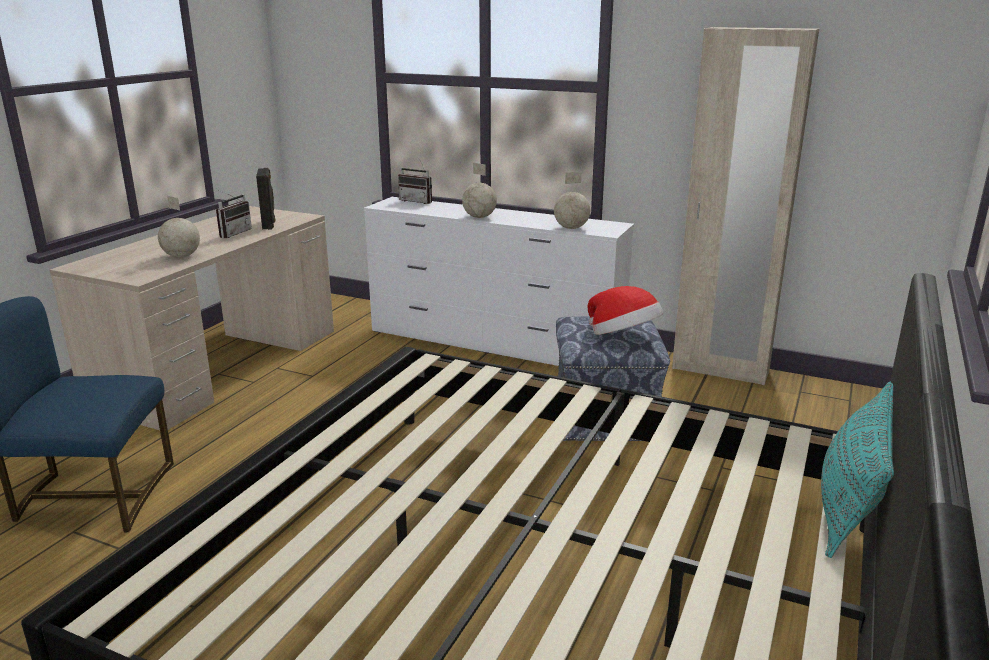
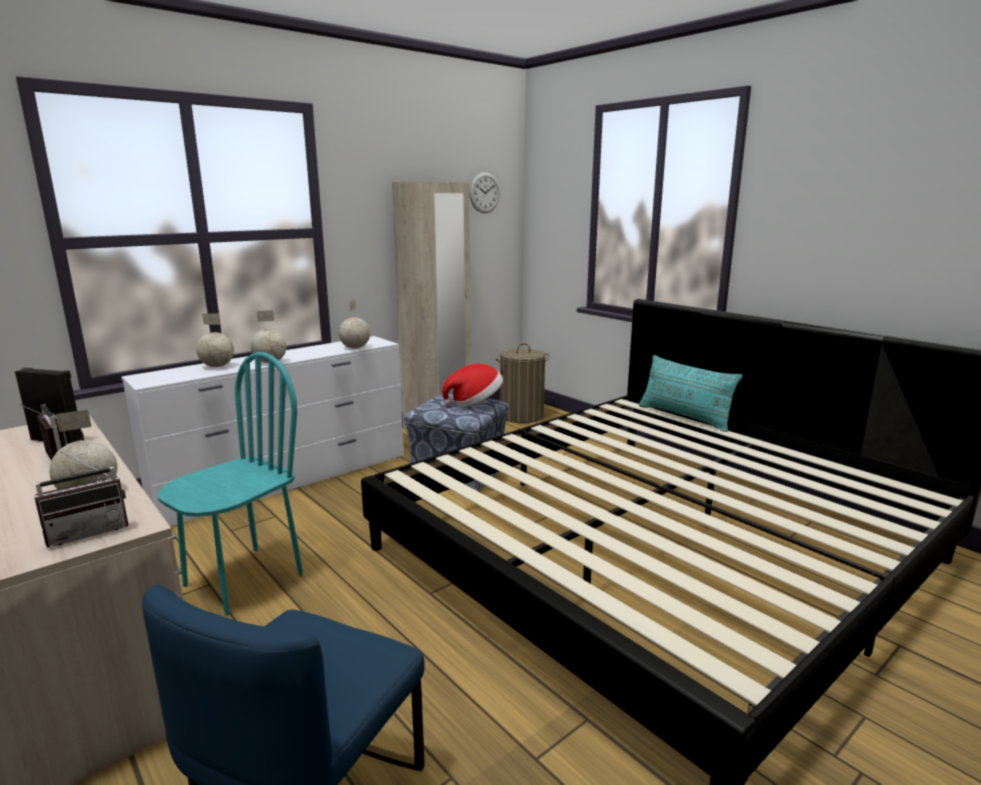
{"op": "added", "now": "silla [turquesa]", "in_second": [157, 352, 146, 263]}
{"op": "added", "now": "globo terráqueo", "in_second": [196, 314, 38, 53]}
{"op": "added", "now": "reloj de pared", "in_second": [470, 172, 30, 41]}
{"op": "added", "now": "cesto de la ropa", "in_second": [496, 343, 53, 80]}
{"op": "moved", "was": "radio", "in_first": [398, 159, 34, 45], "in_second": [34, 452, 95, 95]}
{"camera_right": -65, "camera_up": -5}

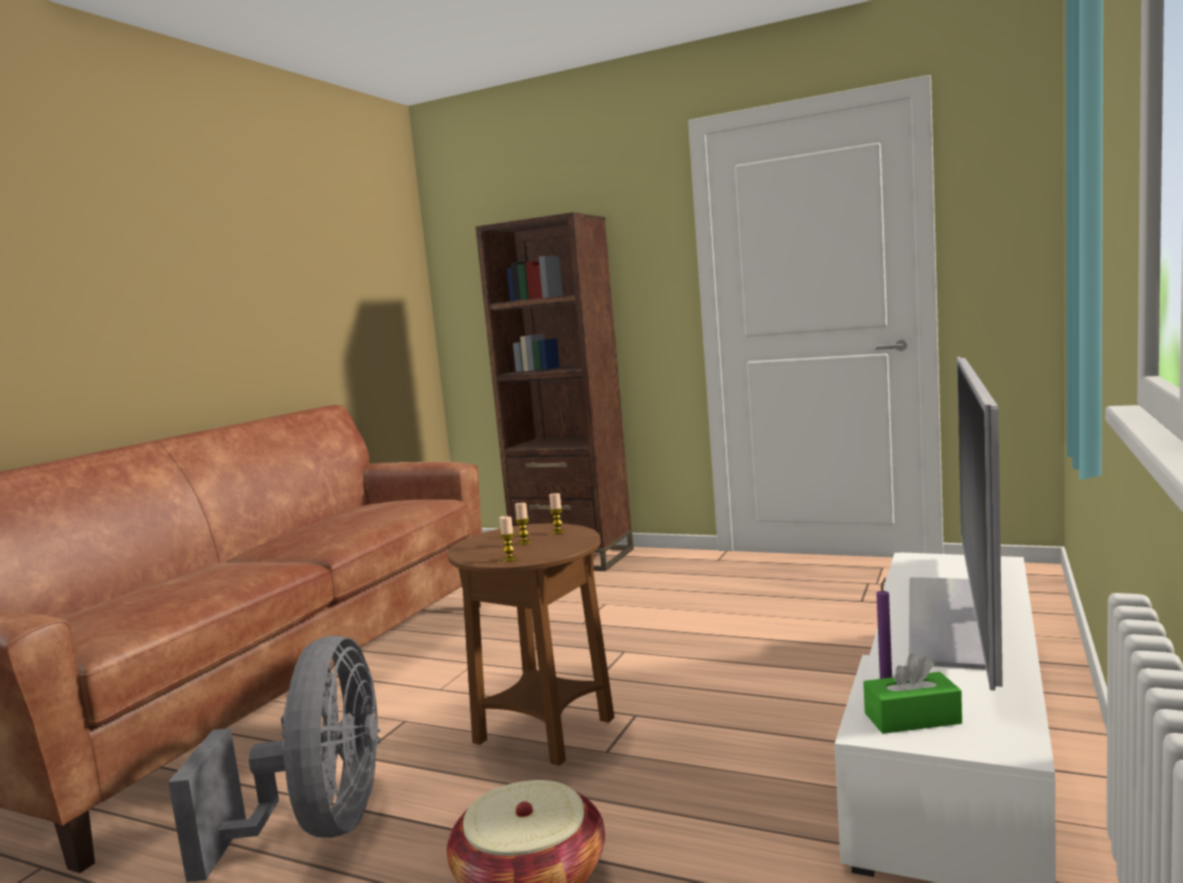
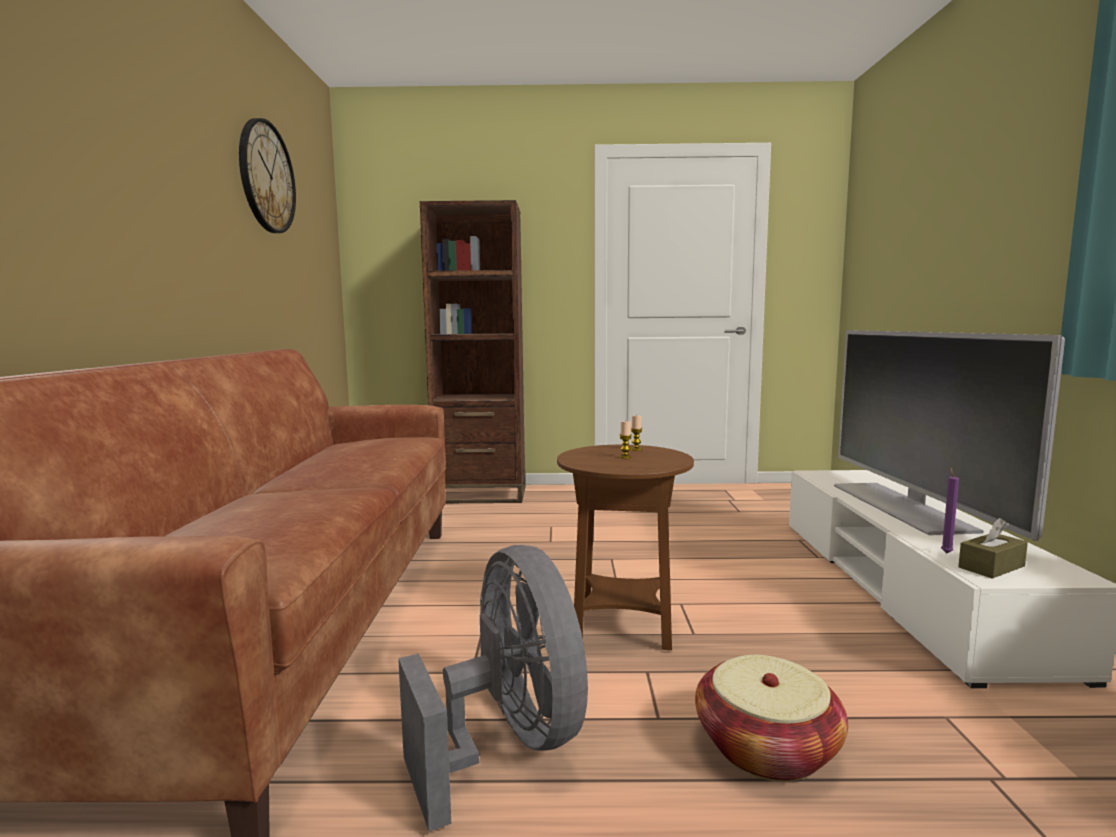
{"op": "removed", "was": "vela", "in_first": [500, 516, 17, 46]}
{"op": "added", "now": "reloj de pared", "in_second": [239, 118, 57, 115]}
{"op": "recoloured", "was": "caja de pañuelos [verde]", "now": "caja de pañuelos [marrón]", "in_first": [863, 654, 99, 80], "in_second": [958, 518, 70, 61]}
{"camera_right": -25, "camera_up": 0}

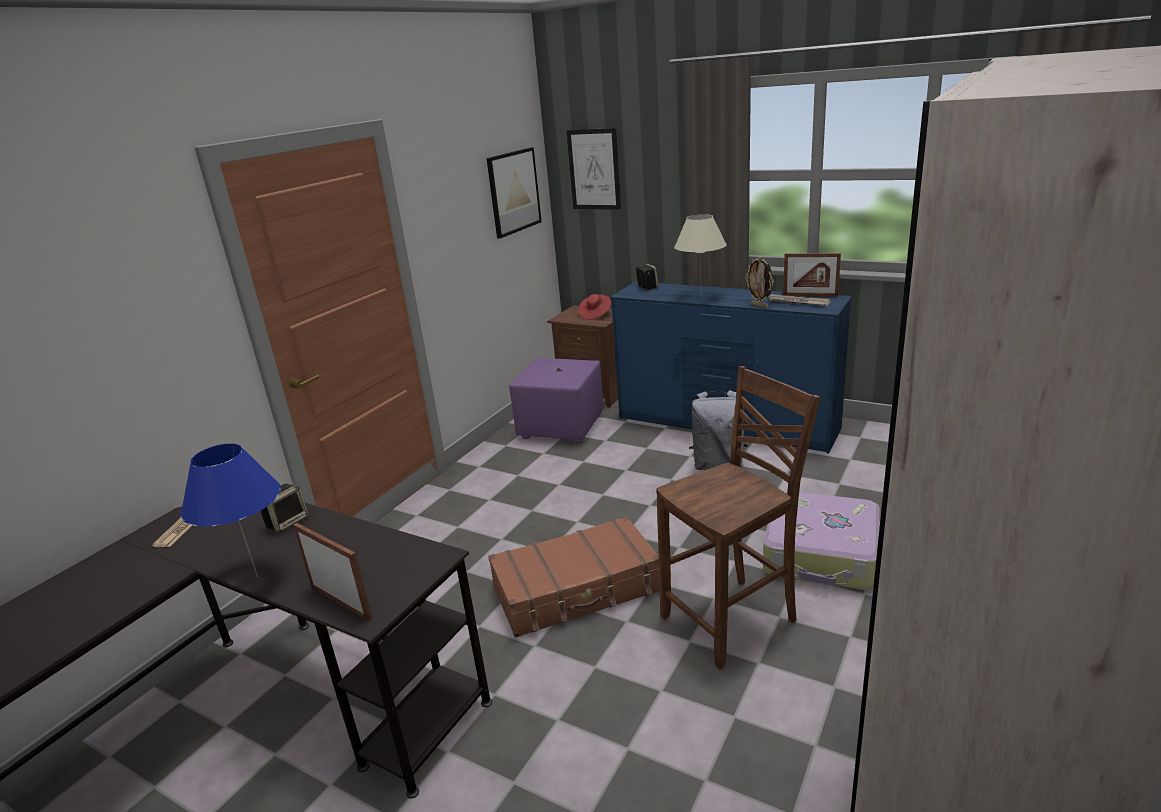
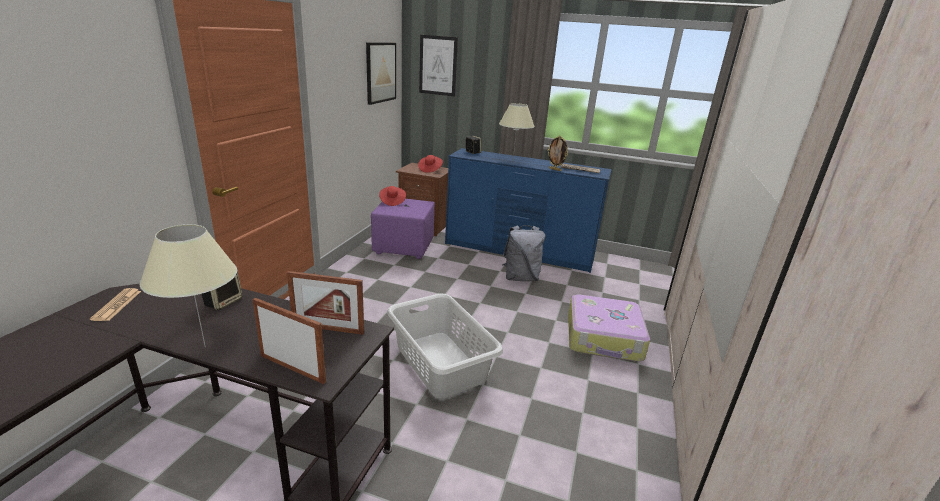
{"op": "removed", "was": "silla [marrón]", "in_first": [656, 366, 164, 303]}
{"op": "added", "now": "sombrero [rojo]", "in_second": [379, 186, 27, 20]}
{"op": "moved", "was": "portarretratos", "in_first": [783, 253, 58, 44], "in_second": [287, 271, 77, 64]}
{"op": "replaced", "was": "maleta [marrón]", "now": "cesto de la ropa [gris]", "in_first": [488, 516, 172, 122], "in_second": [387, 293, 116, 105]}
{"op": "recoloured", "was": "lámpara de mesa [azul]", "now": "lámpara de mesa [beis]", "in_first": [181, 443, 100, 134], "in_second": [140, 224, 97, 124]}
{"camera_right": -15, "camera_up": 0}

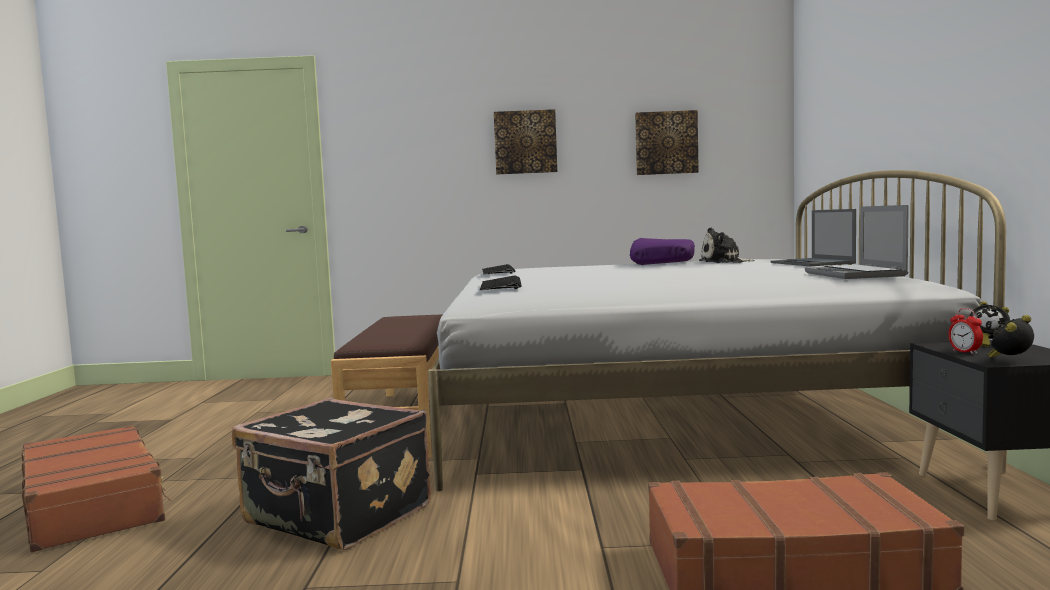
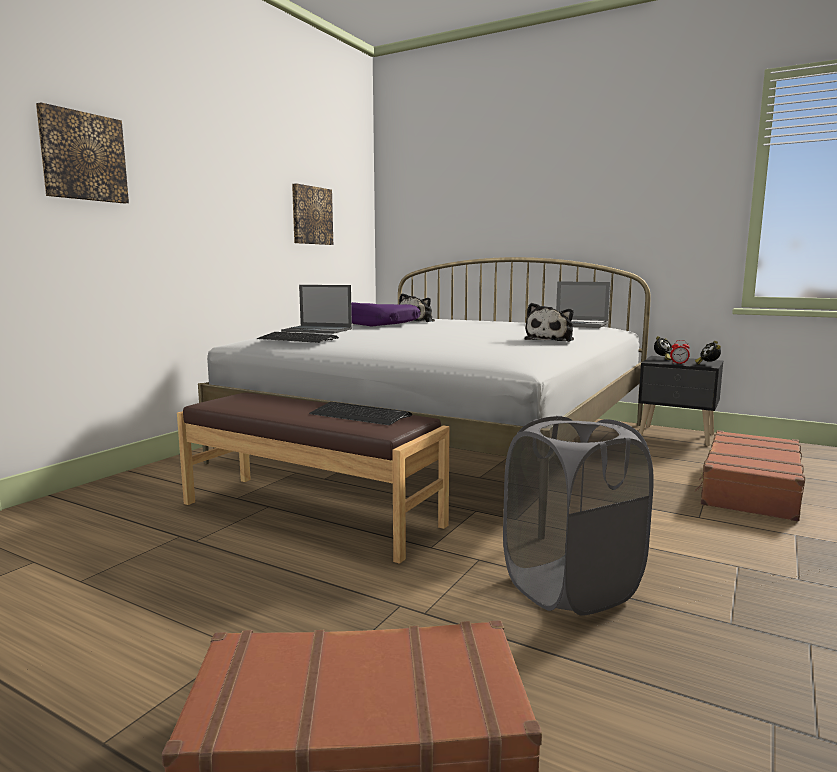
{"op": "added", "now": "peluche", "in_second": [524, 303, 50, 39]}
{"op": "moved", "was": "teclado", "in_first": [480, 276, 42, 14], "in_second": [310, 402, 102, 23]}
{"op": "moved", "was": "cuadro", "in_first": [494, 109, 63, 65], "in_second": [36, 102, 93, 102]}
{"op": "moved", "was": "portátil", "in_first": [771, 209, 85, 57], "in_second": [281, 285, 71, 48]}
{"op": "replaced", "was": "maleta [negro]", "now": "cesto de la ropa [gris]", "in_first": [232, 398, 199, 152], "in_second": [503, 416, 151, 199]}
{"camera_right": -60, "camera_up": 5}

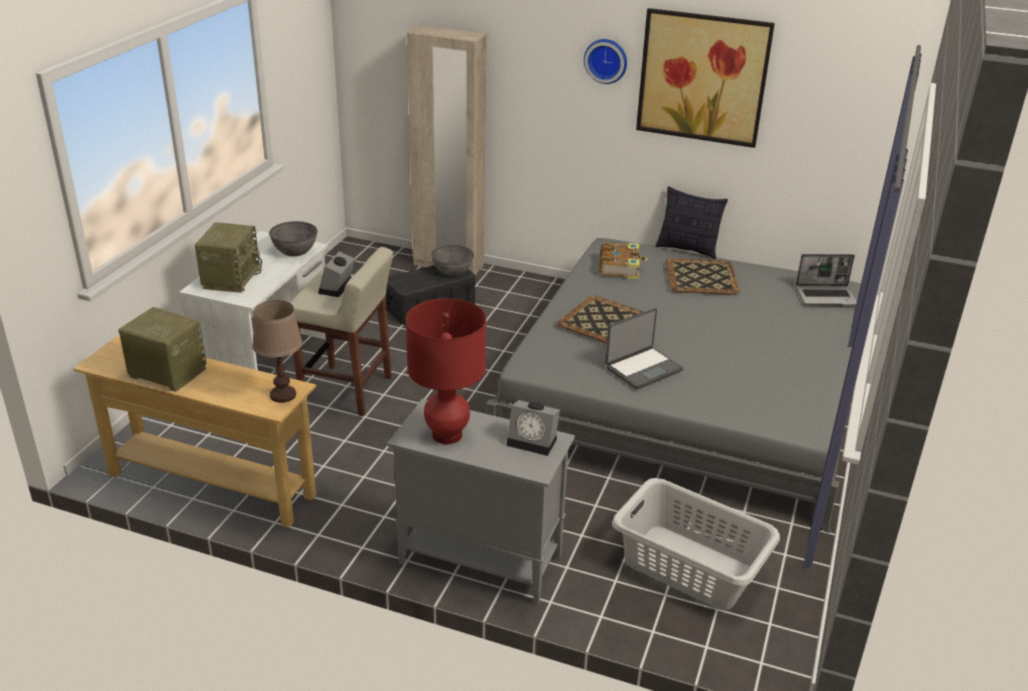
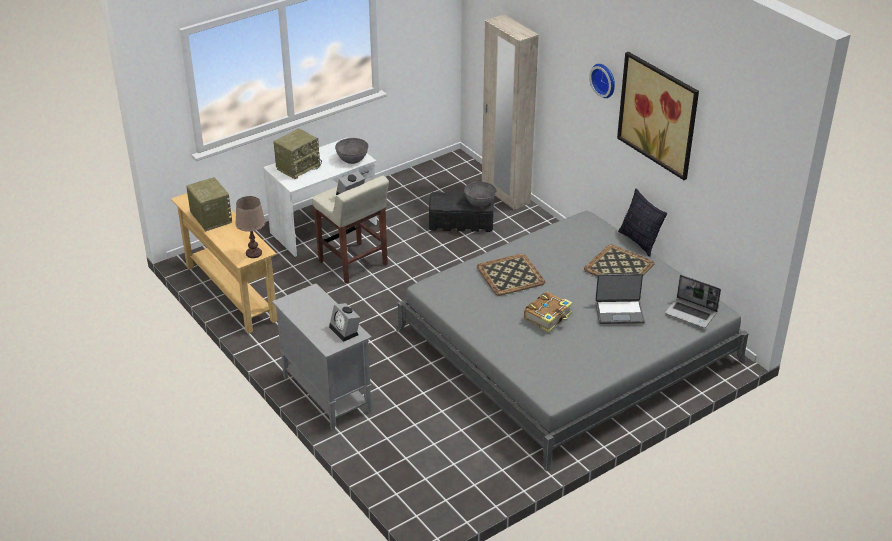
{"op": "removed", "was": "lámpara de mesa [rojo]", "in_first": [406, 298, 80, 146]}
{"op": "removed", "was": "cesto de la ropa [gris]", "in_first": [612, 478, 168, 132]}
{"op": "moved", "was": "libro", "in_first": [599, 242, 49, 37], "in_second": [524, 292, 49, 40]}
{"op": "moved", "was": "portátil", "in_first": [605, 308, 78, 82], "in_second": [595, 274, 50, 50]}
{"camera_right": 35, "camera_up": 5}

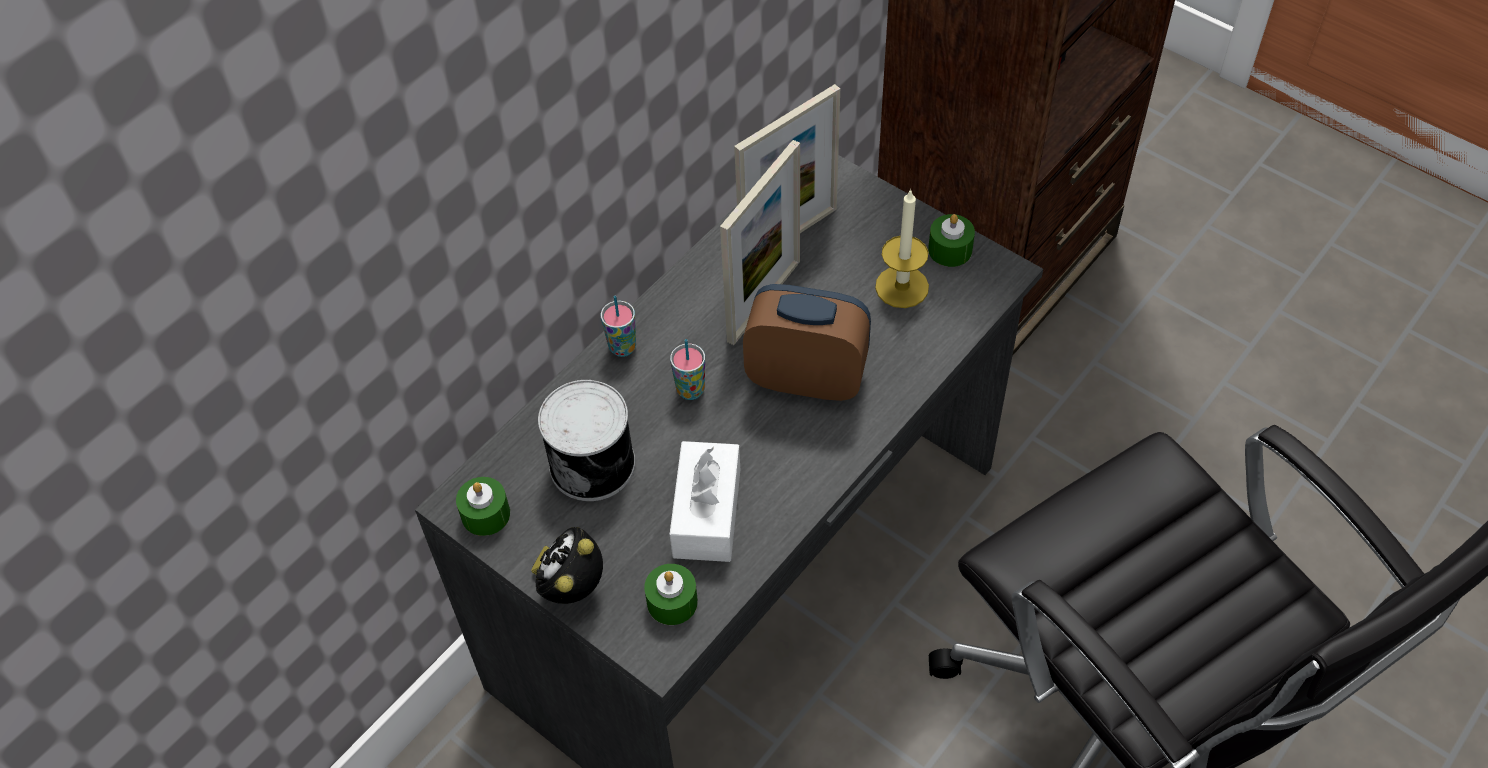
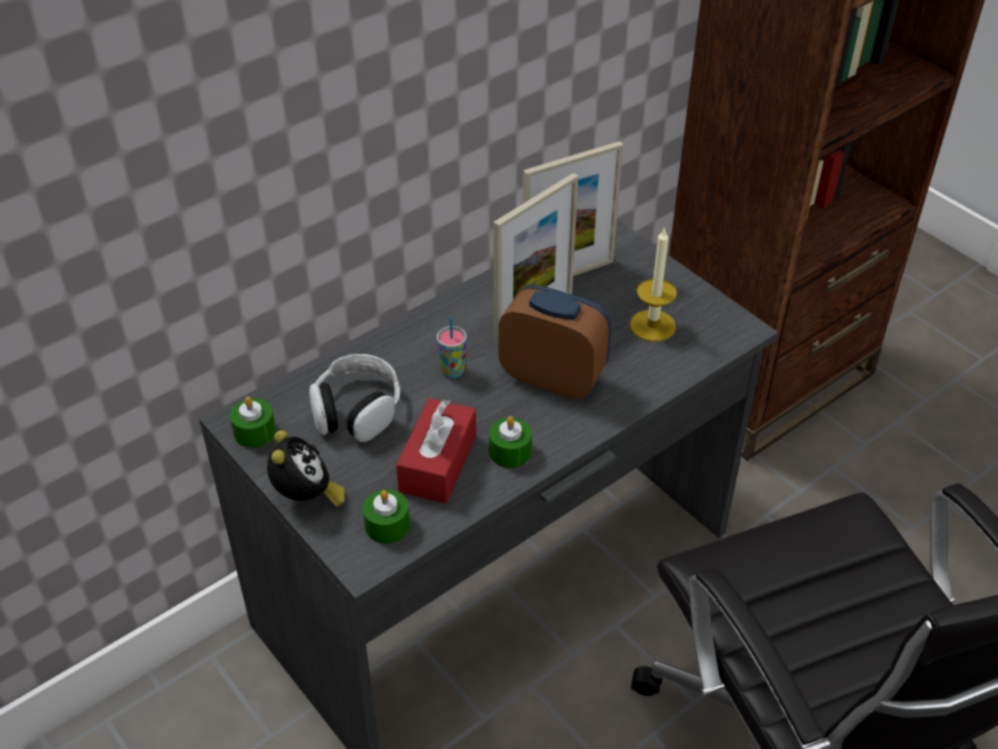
{"op": "removed", "was": "taza", "in_first": [601, 296, 35, 61]}
{"op": "moved", "was": "vela [verde]", "in_first": [928, 214, 47, 53], "in_second": [489, 416, 43, 52]}
{"op": "replaced", "was": "lata", "now": "auriculares", "in_first": [538, 380, 97, 121], "in_second": [309, 354, 91, 88]}
{"op": "recoloured", "was": "caja de pañuelos [blanco]", "now": "caja de pañuelos [rojo]", "in_first": [670, 441, 70, 121], "in_second": [396, 398, 80, 106]}
{"op": "turned", "was": "despertador", "in_first": [531, 527, 72, 77], "in_second": [267, 430, 78, 77], "clockwise": 135}
{"camera_right": 10, "camera_up": -10}

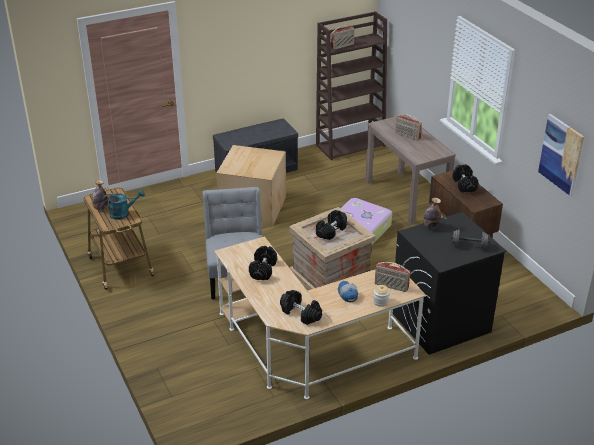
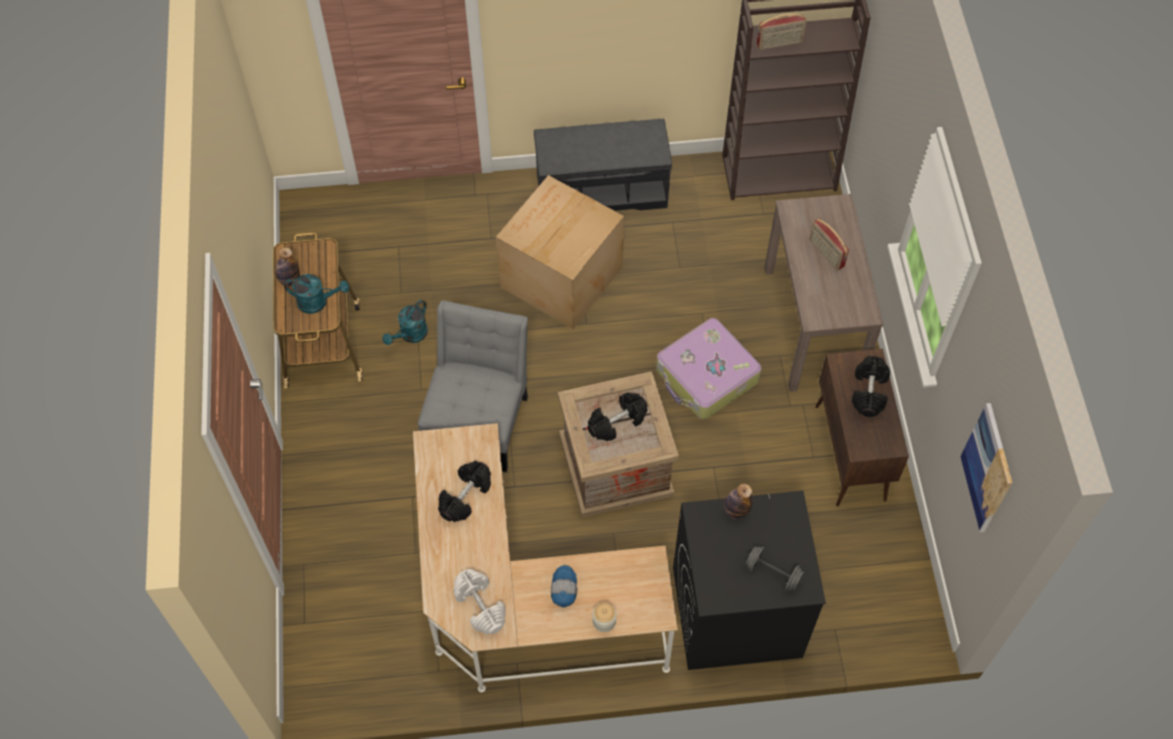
{"op": "removed", "was": "radio", "in_first": [375, 262, 35, 30]}
{"op": "added", "now": "regadera [turquesa]", "in_second": [383, 300, 45, 45]}
{"op": "recoloured", "was": "mancuerna [negro]", "now": "mancuerna [blanco]", "in_first": [280, 290, 42, 35], "in_second": [453, 569, 52, 65]}
{"camera_right": 20, "camera_up": 25}

